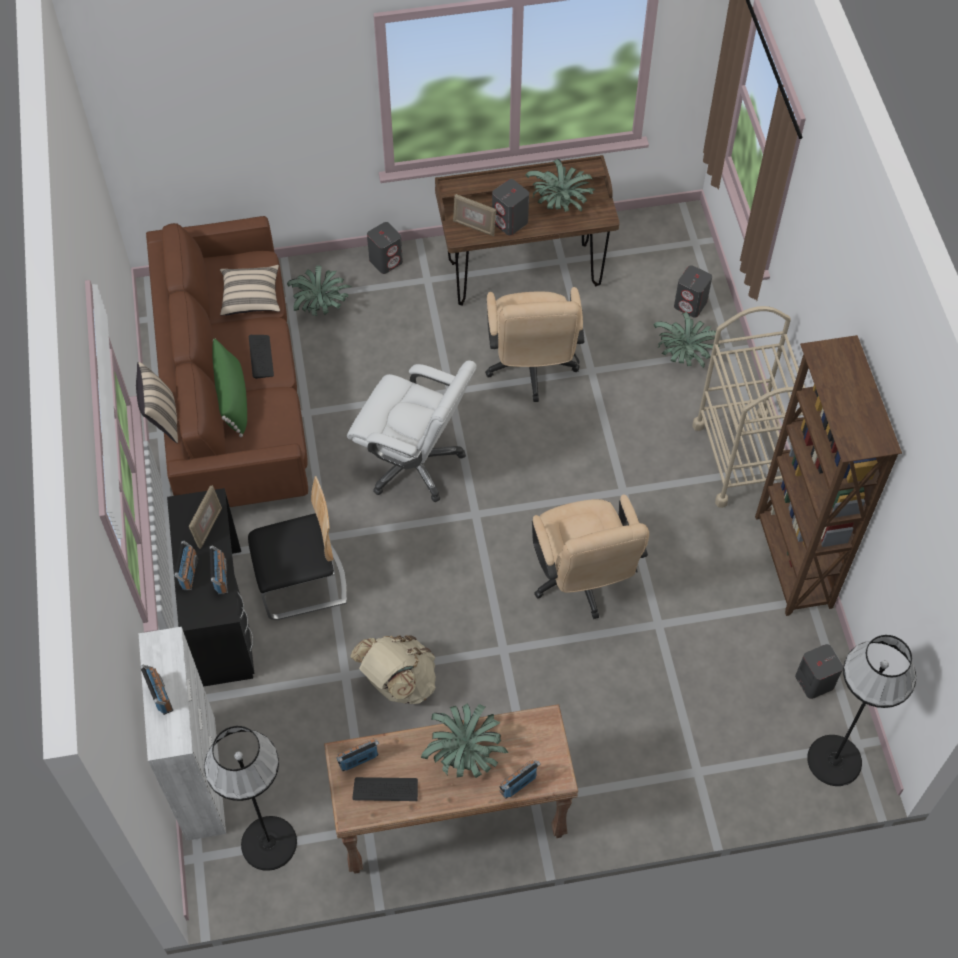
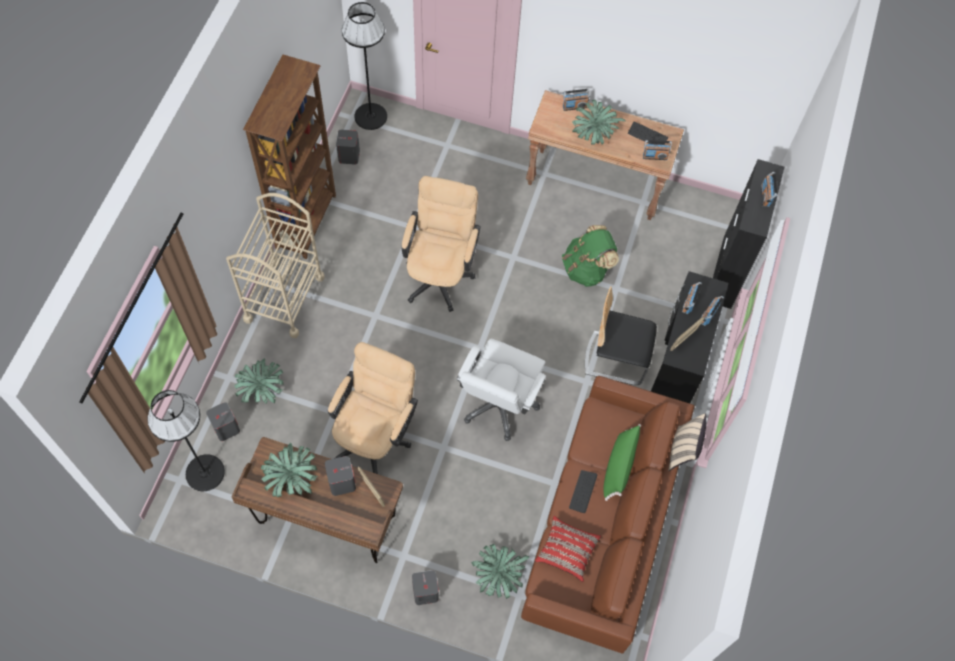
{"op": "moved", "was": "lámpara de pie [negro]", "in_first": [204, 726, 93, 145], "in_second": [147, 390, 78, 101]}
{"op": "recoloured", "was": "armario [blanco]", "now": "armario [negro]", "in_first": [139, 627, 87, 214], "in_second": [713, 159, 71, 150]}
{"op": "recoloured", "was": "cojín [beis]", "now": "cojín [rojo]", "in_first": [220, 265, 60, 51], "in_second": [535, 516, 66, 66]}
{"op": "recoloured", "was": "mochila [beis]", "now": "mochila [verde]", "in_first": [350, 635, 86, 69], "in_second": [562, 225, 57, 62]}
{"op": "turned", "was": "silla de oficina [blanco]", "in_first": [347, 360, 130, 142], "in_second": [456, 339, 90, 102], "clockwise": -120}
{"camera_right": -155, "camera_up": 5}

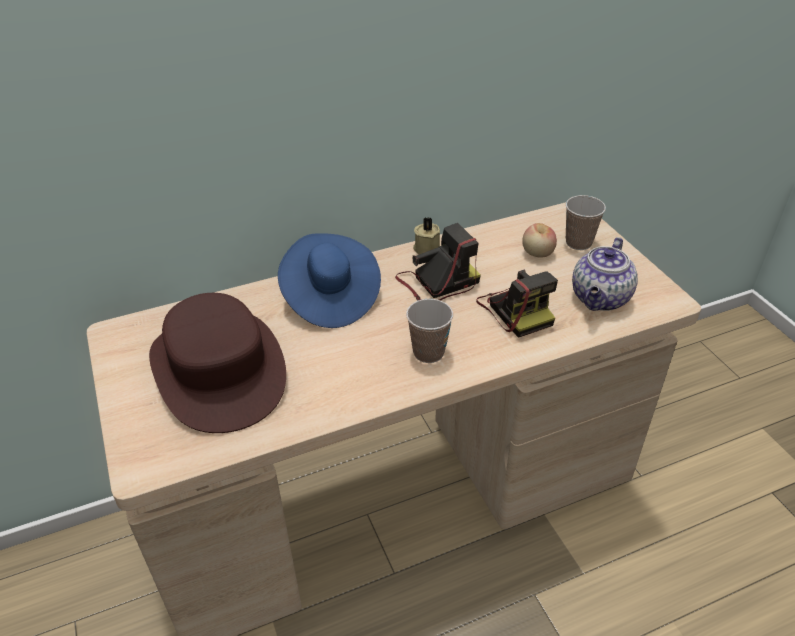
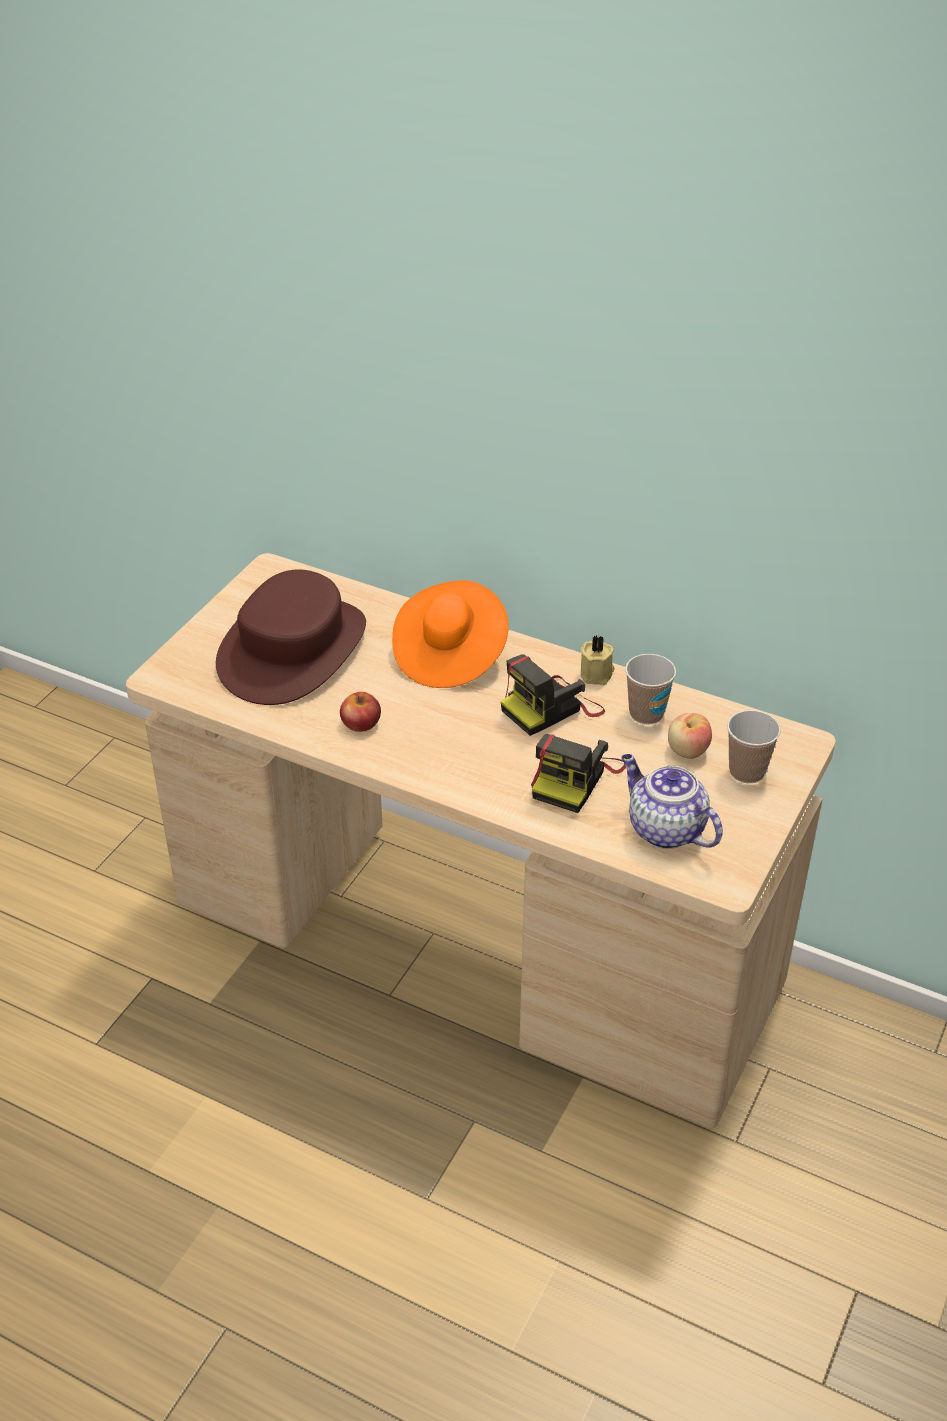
{"op": "added", "now": "manzana", "in_second": [340, 692, 41, 40]}
{"op": "moved", "was": "taza", "in_first": [406, 299, 47, 64], "in_second": [625, 654, 51, 71]}
{"op": "recoloured", "was": "sombrero [azul]", "now": "sombrero [naranja]", "in_first": [278, 233, 103, 95], "in_second": [392, 580, 117, 108]}
{"op": "turned", "was": "cámara", "in_first": [395, 223, 86, 78], "in_second": [501, 654, 104, 82], "clockwise": 120}
{"op": "turned", "was": "tetera", "in_first": [572, 237, 66, 74], "in_second": [621, 754, 102, 95], "clockwise": 60}
{"camera_right": 50, "camera_up": 0}

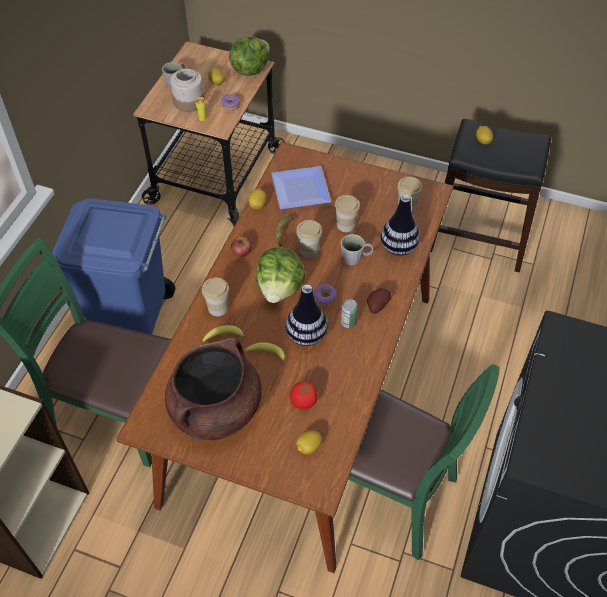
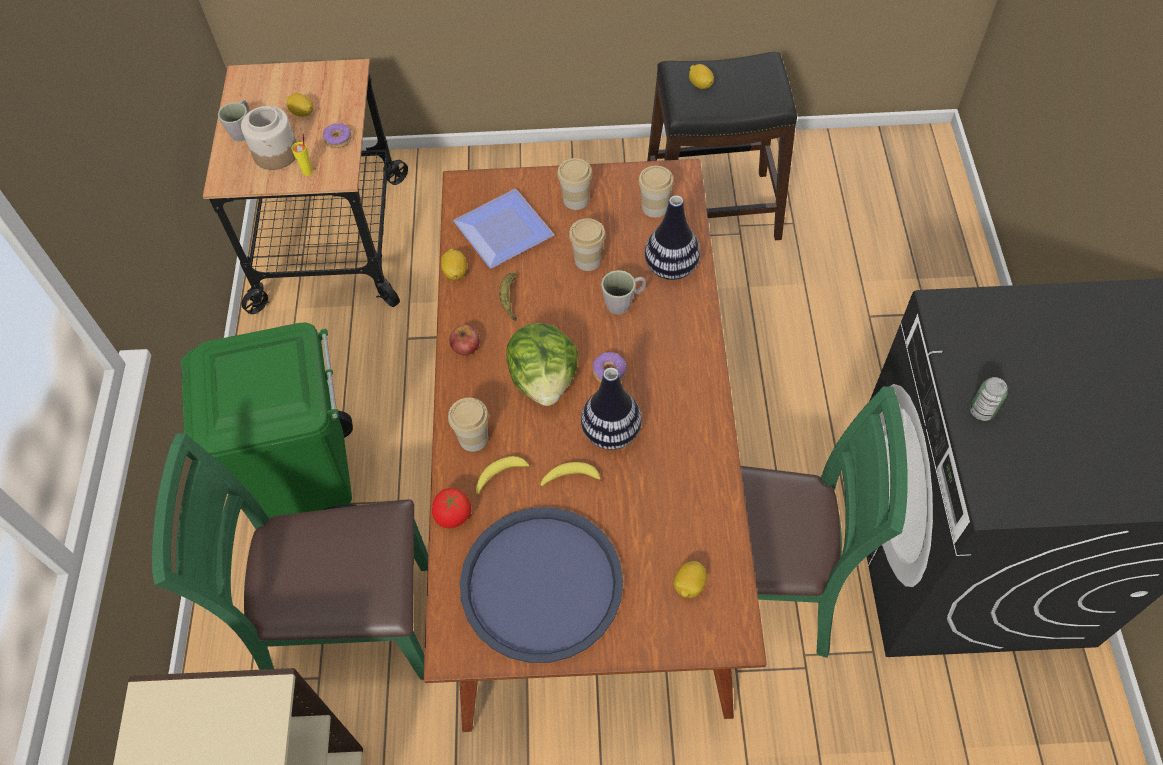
{"op": "removed", "was": "lechuga", "in_first": [229, 37, 41, 39]}
{"op": "removed", "was": "patata", "in_first": [367, 288, 24, 25]}
{"op": "moved", "was": "tomate", "in_first": [290, 381, 28, 28], "in_second": [432, 488, 39, 40]}
{"op": "moved", "was": "taza", "in_first": [296, 220, 27, 38], "in_second": [557, 158, 35, 52]}
{"op": "moved", "was": "lata", "in_first": [341, 299, 17, 29], "in_second": [970, 377, 38, 44]}
{"op": "replaced", "was": "olla [marrón]", "now": "bandeja [azul]", "in_first": [165, 338, 97, 103], "in_second": [460, 507, 163, 156]}
{"op": "recoloured", "was": "papelera [azul]", "now": "papelera [verde]", "in_first": [52, 198, 123, 136], "in_second": [181, 322, 177, 196]}
{"camera_right": -20, "camera_up": 5}

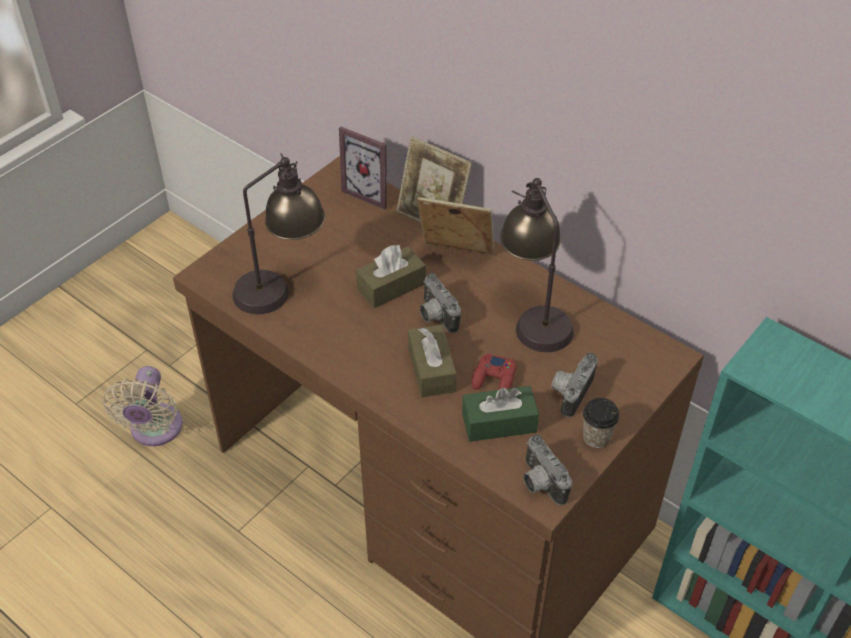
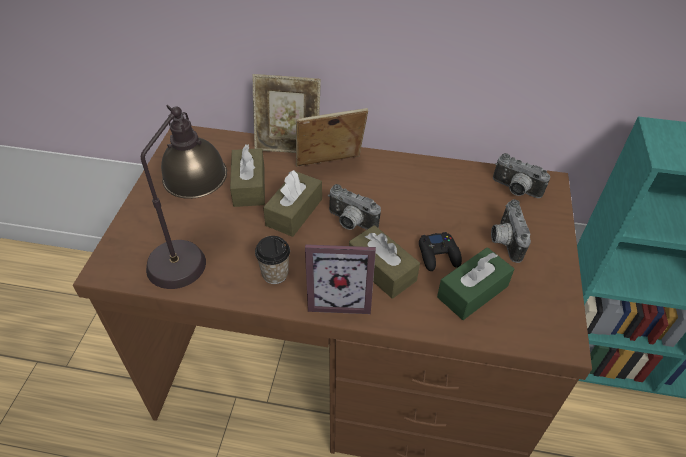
{"op": "removed", "was": "ventilador [beis]", "in_first": [102, 366, 81, 80]}
{"op": "removed", "was": "lámpara de mesa", "in_first": [500, 178, 74, 174]}
{"op": "added", "now": "caja de pañuelos [marrón]", "in_second": [230, 144, 35, 63]}
{"op": "moved", "was": "portarretratos", "in_first": [339, 127, 48, 83], "in_second": [305, 244, 71, 70]}
{"op": "moved", "was": "cámara", "in_first": [523, 435, 49, 70], "in_second": [493, 153, 57, 45]}
{"op": "moved", "was": "taza", "in_first": [583, 398, 37, 50], "in_second": [255, 236, 35, 48]}
{"op": "recoloured", "was": "mando de consola [rojo]", "now": "mando de consola [negro]", "in_first": [472, 353, 44, 37], "in_second": [419, 232, 43, 39]}
{"camera_right": -30, "camera_up": 0}

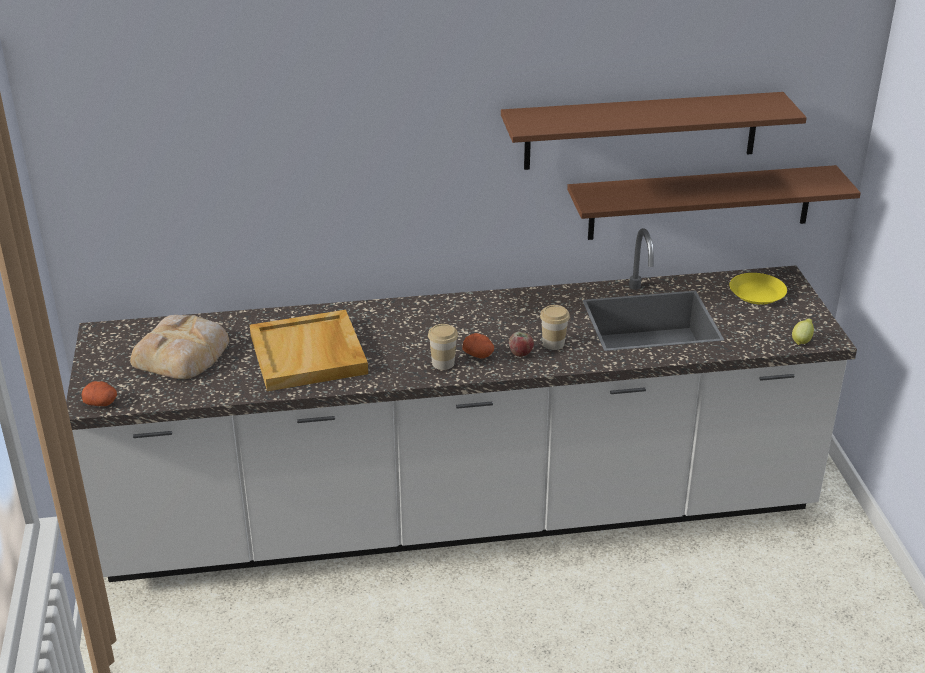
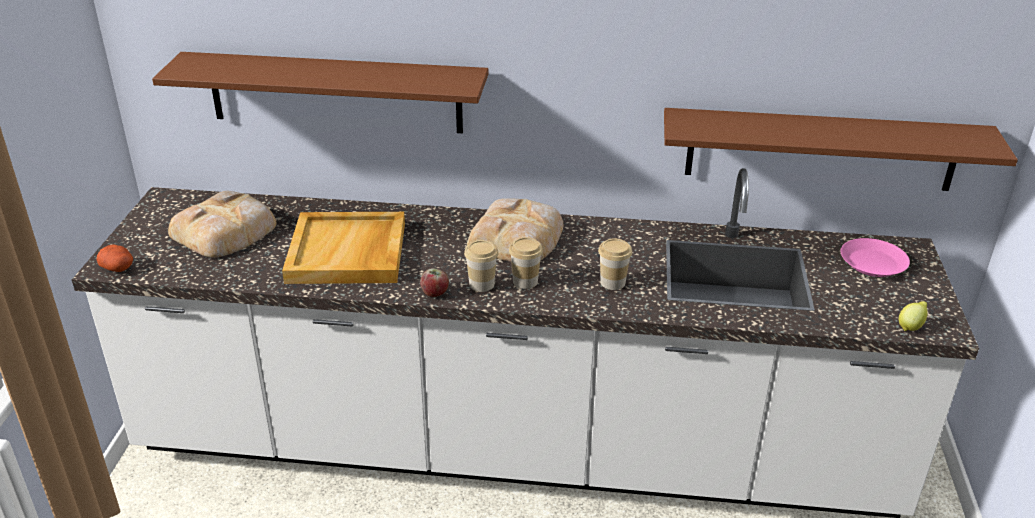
{"op": "added", "now": "pan", "in_second": [467, 198, 96, 64]}
{"op": "moved", "was": "estante [marrón]", "in_first": [501, 92, 306, 78], "in_second": [152, 52, 336, 81]}
{"op": "moved", "was": "manzana", "in_first": [509, 332, 25, 25], "in_second": [420, 268, 29, 29]}
{"op": "replaced", "was": "patata", "now": "taza", "in_first": [463, 333, 31, 26], "in_second": [509, 237, 34, 52]}
{"op": "recoloured", "was": "plato [amarillo]", "now": "plato [rosa]", "in_first": [729, 273, 58, 32], "in_second": [841, 238, 69, 39]}
{"camera_right": 15, "camera_up": 0}

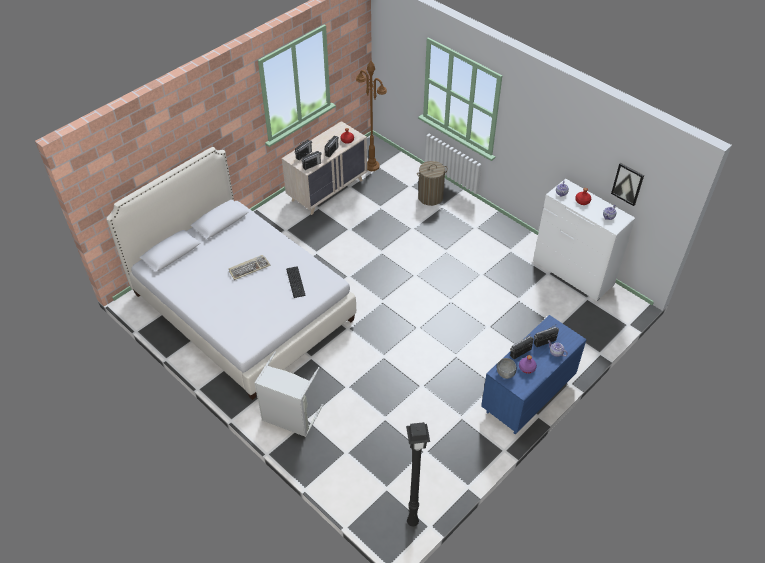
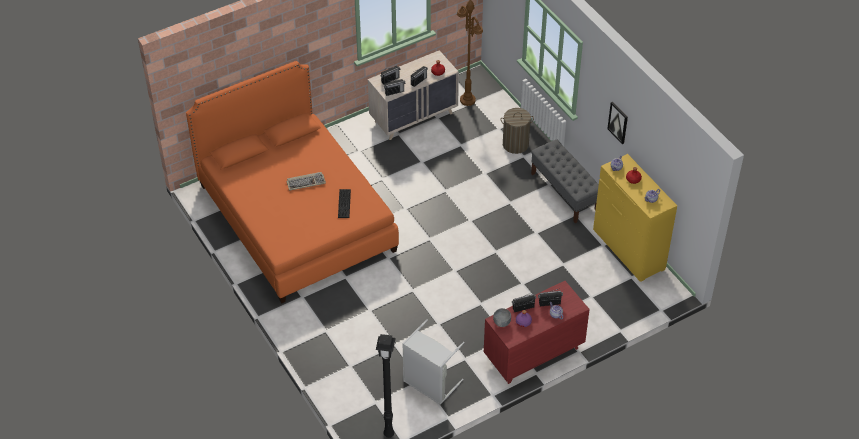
{"op": "added", "now": "banco [gris]", "in_second": [531, 140, 68, 83]}
{"op": "moved", "was": "cesto de la ropa [gris]", "in_first": [254, 352, 69, 85], "in_second": [402, 319, 63, 86]}
{"op": "moved", "was": "cuadro", "in_first": [611, 163, 33, 43], "in_second": [607, 102, 21, 42]}
{"op": "recoloured", "was": "cama [blanco]", "now": "cama [naranja]", "in_first": [106, 147, 250, 253], "in_second": [186, 61, 213, 243]}
{"op": "recoloured", "was": "cómoda [azul]", "now": "cómoda [rojo]", "in_first": [481, 315, 106, 119], "in_second": [484, 281, 106, 103]}
{"op": "recoloured", "was": "cómoda [blanco]", "now": "cómoda [amarillo]", "in_first": [533, 179, 102, 122], "in_second": [593, 154, 84, 128]}
{"camera_right": 15, "camera_up": 0}

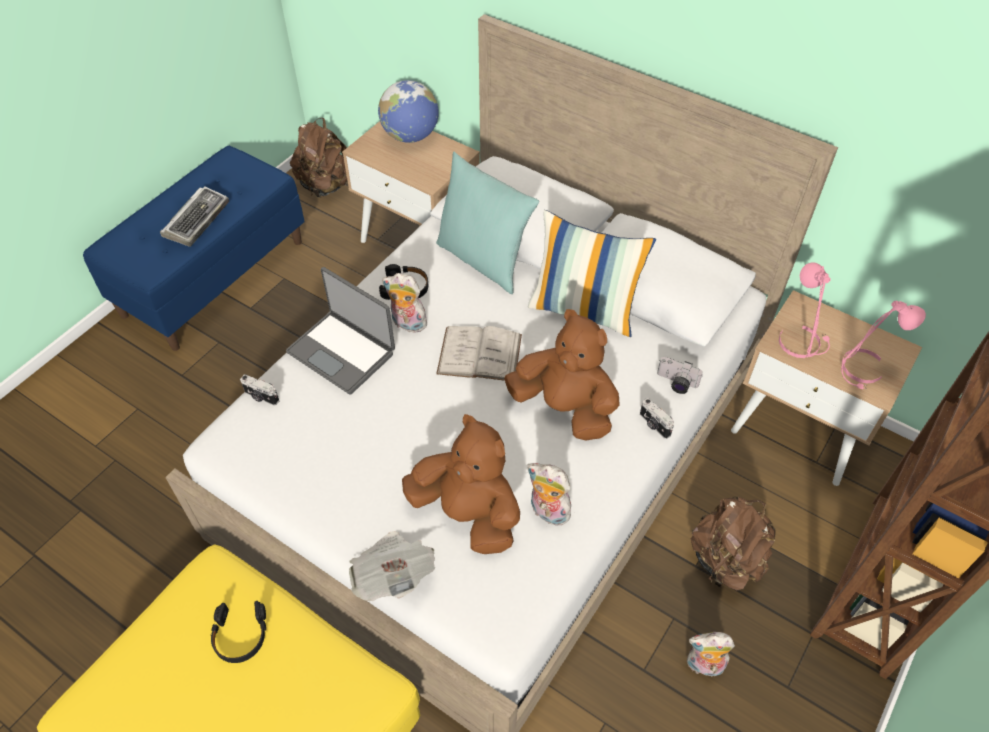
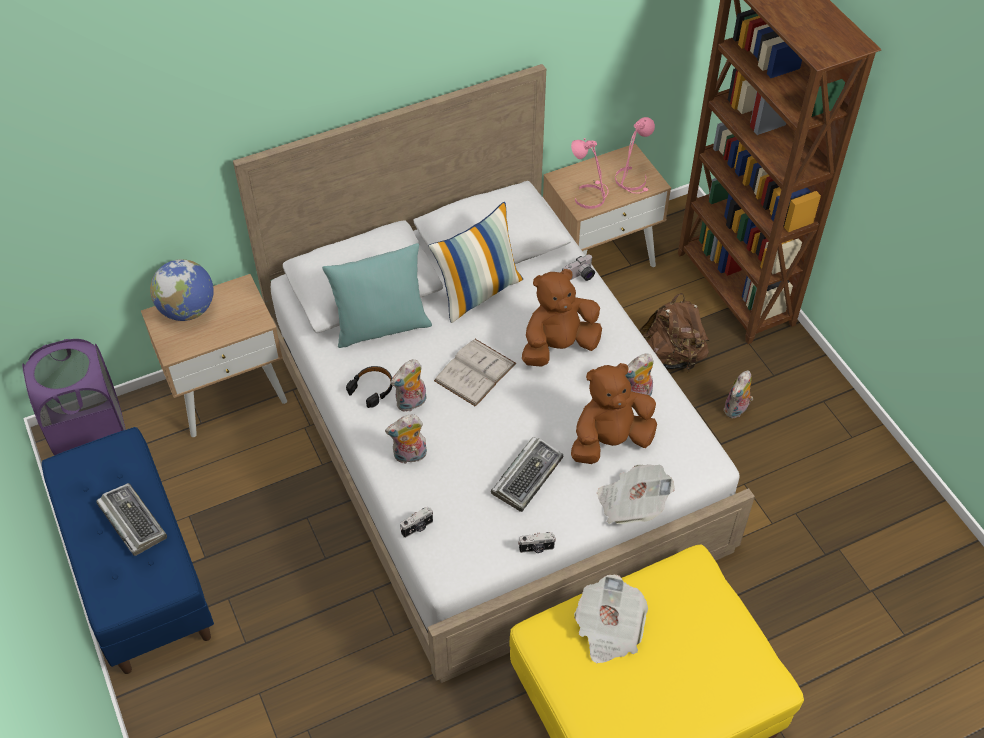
{"op": "added", "now": "teclado", "in_second": [491, 437, 72, 75]}
{"op": "moved", "was": "cámara", "in_first": [640, 398, 34, 41], "in_second": [518, 532, 38, 21]}
{"op": "replaced", "was": "auriculares [negro]", "now": "periódico", "in_first": [211, 601, 55, 62], "in_second": [574, 575, 74, 88]}
{"op": "replaced", "was": "portátil", "now": "peluche", "in_first": [286, 267, 109, 128], "in_second": [385, 414, 42, 50]}
{"op": "replaced", "was": "mochila [marrón]", "now": "cesto de la ropa [morado]", "in_first": [290, 118, 57, 80], "in_second": [22, 339, 104, 117]}
{"camera_right": -60, "camera_up": 0}

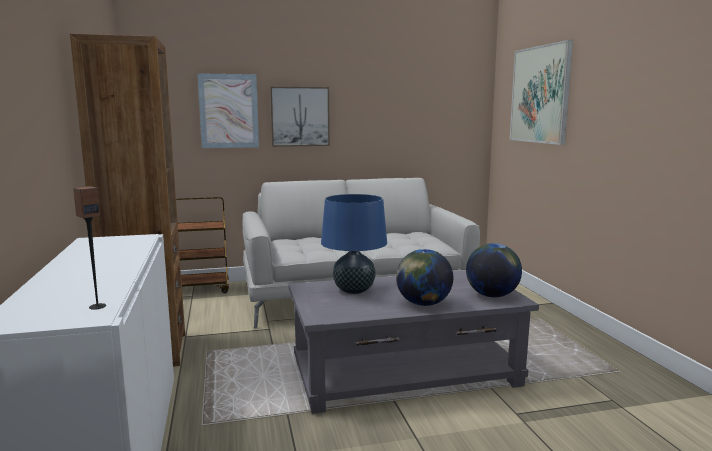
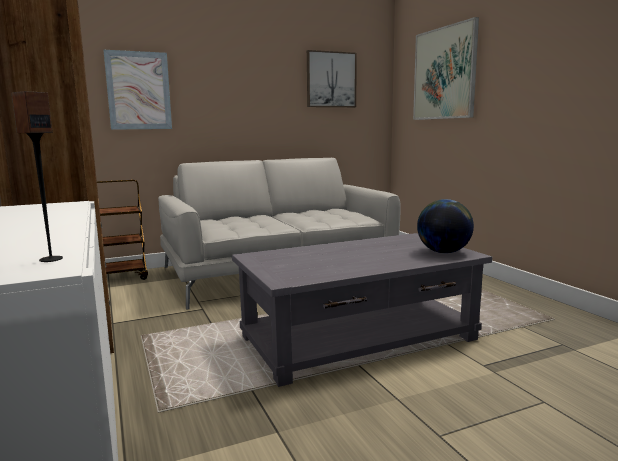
{"op": "removed", "was": "lámpara de mesa [azul]", "in_first": [321, 194, 66, 100]}
{"op": "removed", "was": "globo terráqueo", "in_first": [396, 249, 57, 57]}
{"op": "moved", "was": "cuadro", "in_first": [270, 87, 60, 60], "in_second": [307, 50, 50, 57]}
{"camera_right": -10, "camera_up": 0}

